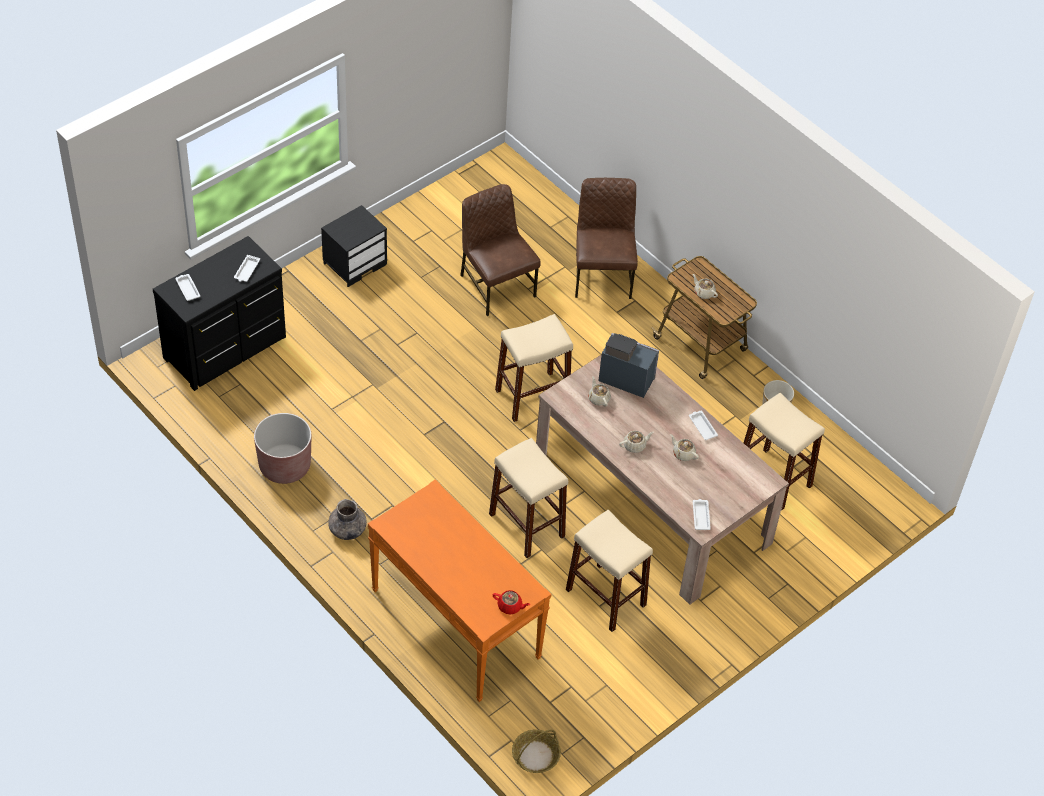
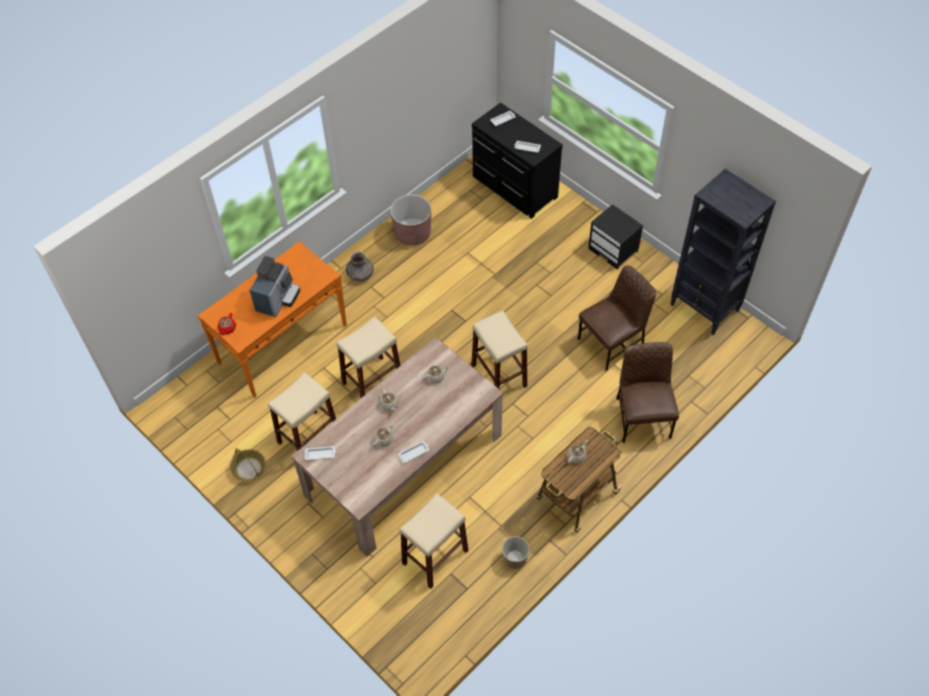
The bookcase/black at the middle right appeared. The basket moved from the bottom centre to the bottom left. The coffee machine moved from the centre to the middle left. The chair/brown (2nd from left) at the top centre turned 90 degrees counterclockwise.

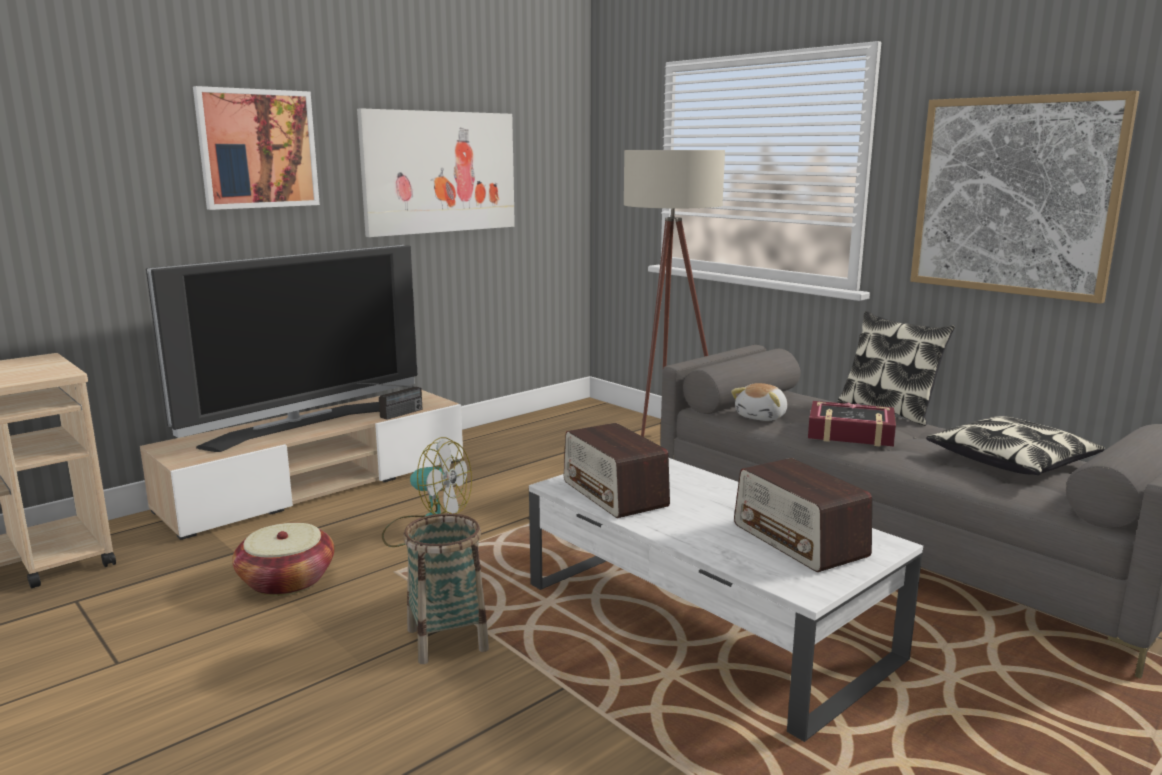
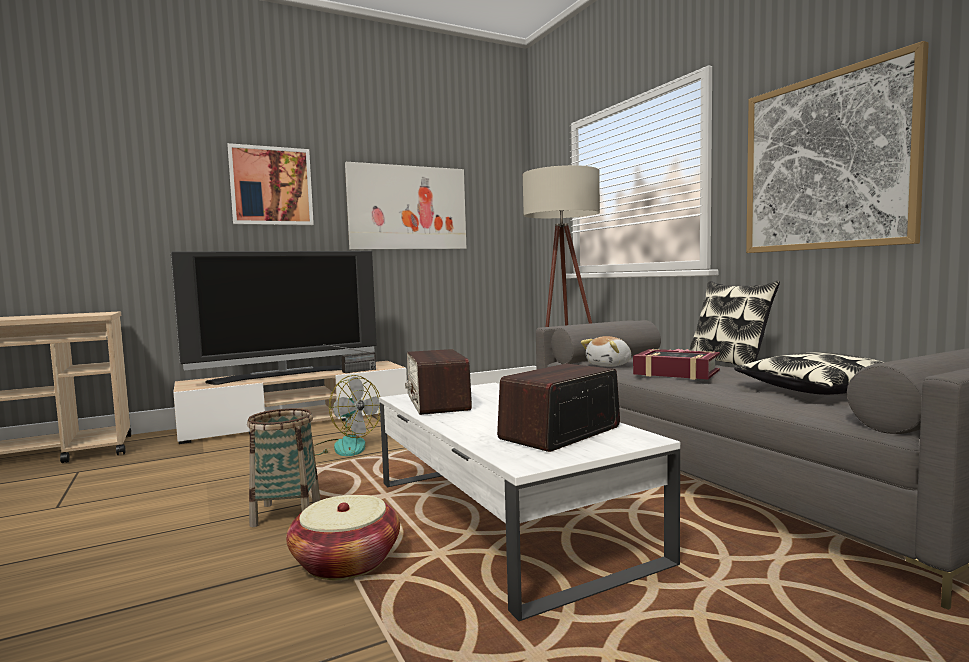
The basket (1st from left in the first image) moved from the bottom left to the bottom centre. The radio (3rd from left) at the middle right turned 60 degrees clockwise.

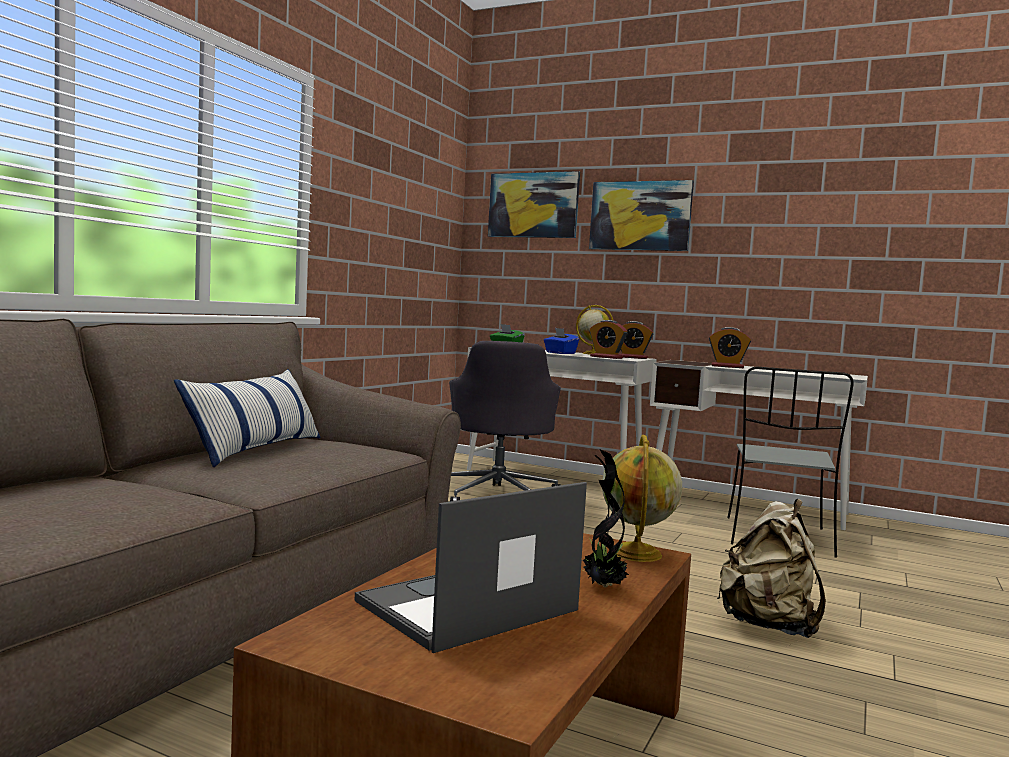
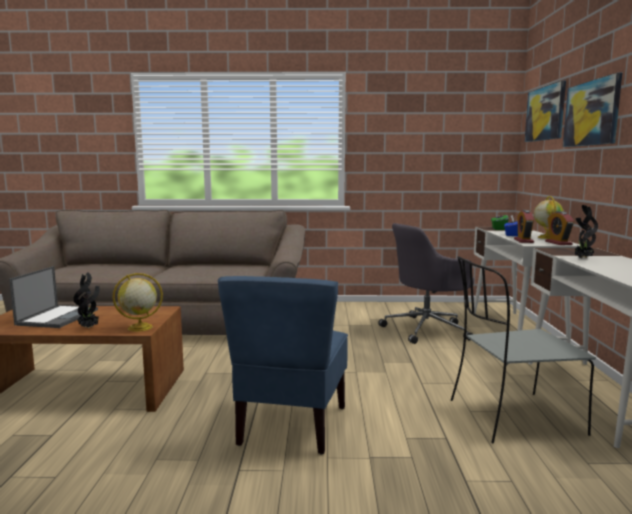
The pillow at the middle left disappeared. The alarm clock (3rd from left) at the middle right was replaced by the potted plant (2nd from left) at the middle right. The backpack/beige at the bottom right was replaced by the chair/blue at the bottom centre. The laptop at the bottom centre turned 75 degrees clockwise.

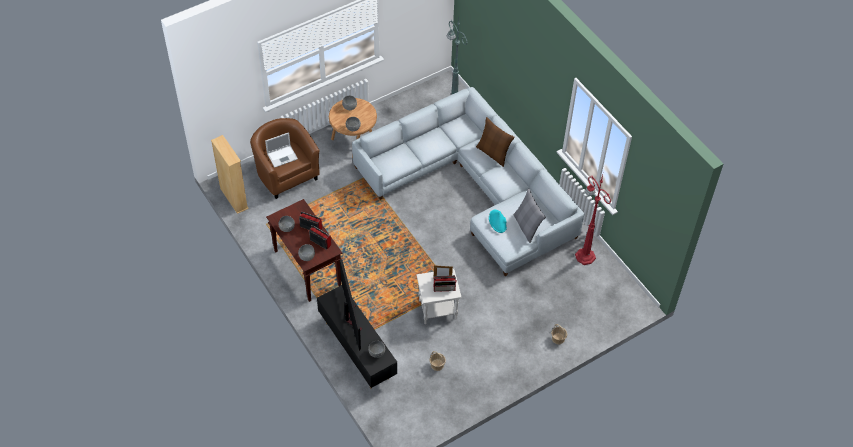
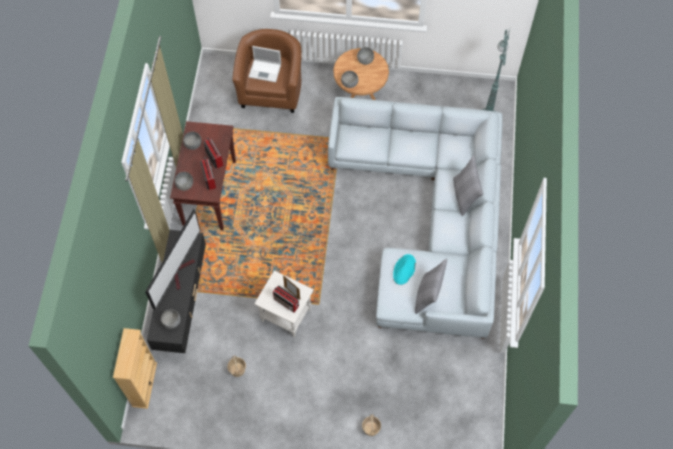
The floor lamp/red at the middle right disappeared. The bookcase/beige moved from the middle left to the bottom left. The pillow/brown at the top centre became the pillow/grey (2nd from left) at the middle right.

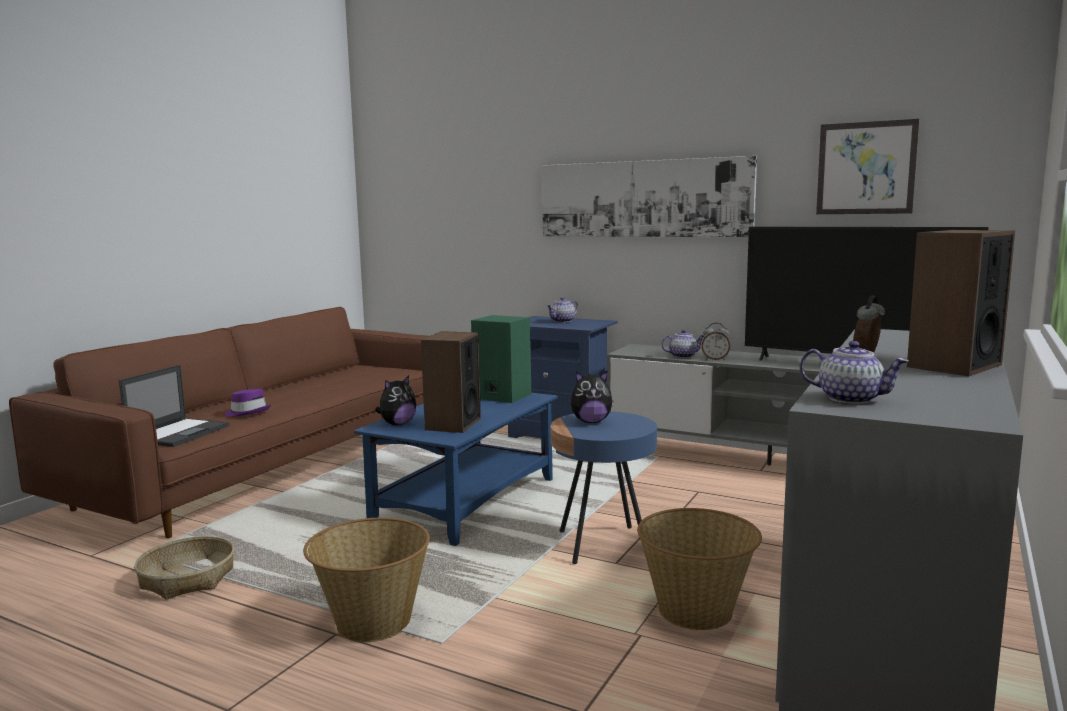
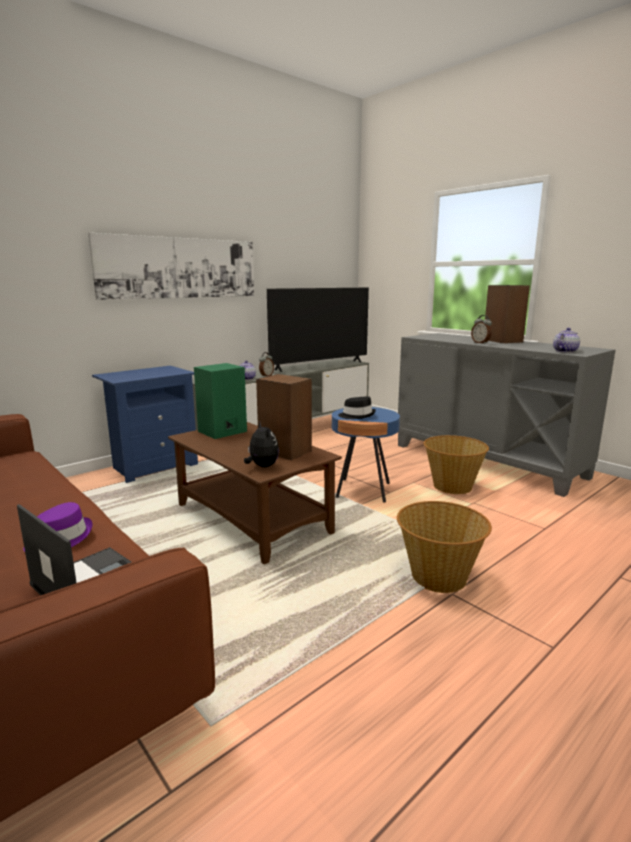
The basket (1st from left) at the bottom left disappeared. The teapot (1st from left) at the centre disappeared. The picture (2nd from left) at the top right disappeared. The plush toy (2nd from left) at the centre was replaced by the hat/black at the centre. The coffee table/blue at the centre became the coffee table/brown at the centre.

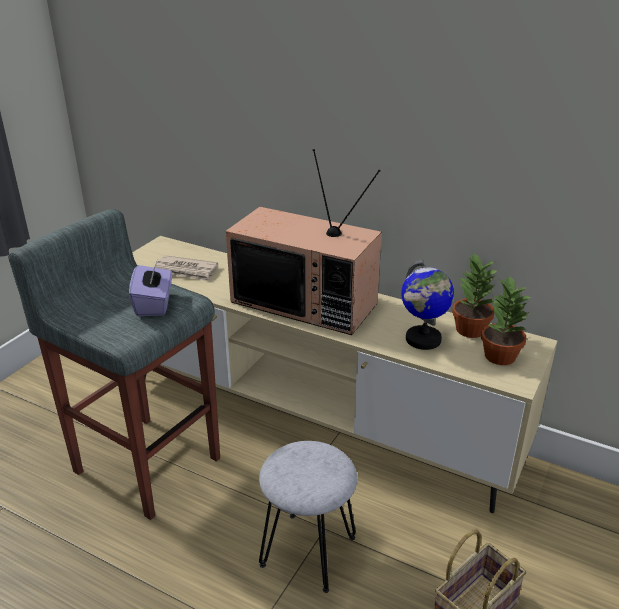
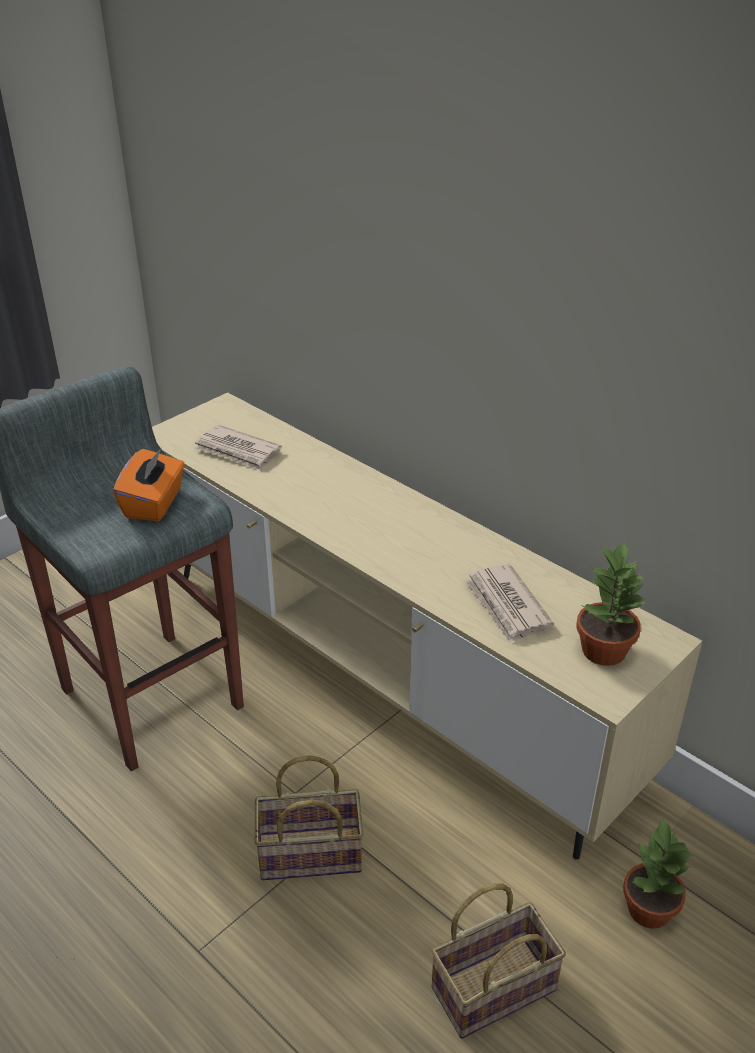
The television at the centre disappeared. The potted plant (1st from left in the first image) moved from the middle right to the bottom right. The stool/grey (2nd from left) at the bottom centre was replaced by the basket (1st from left) at the bottom centre. The globe at the middle right was replaced by the newspaper (2nd from left) at the middle right. The tissue box/purple at the middle left became the tissue box/orange at the middle left.

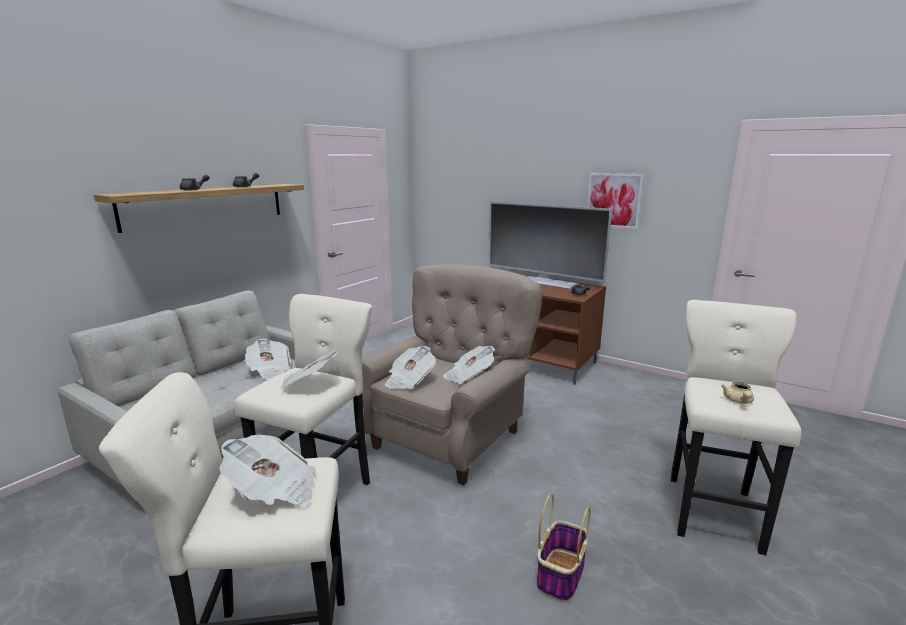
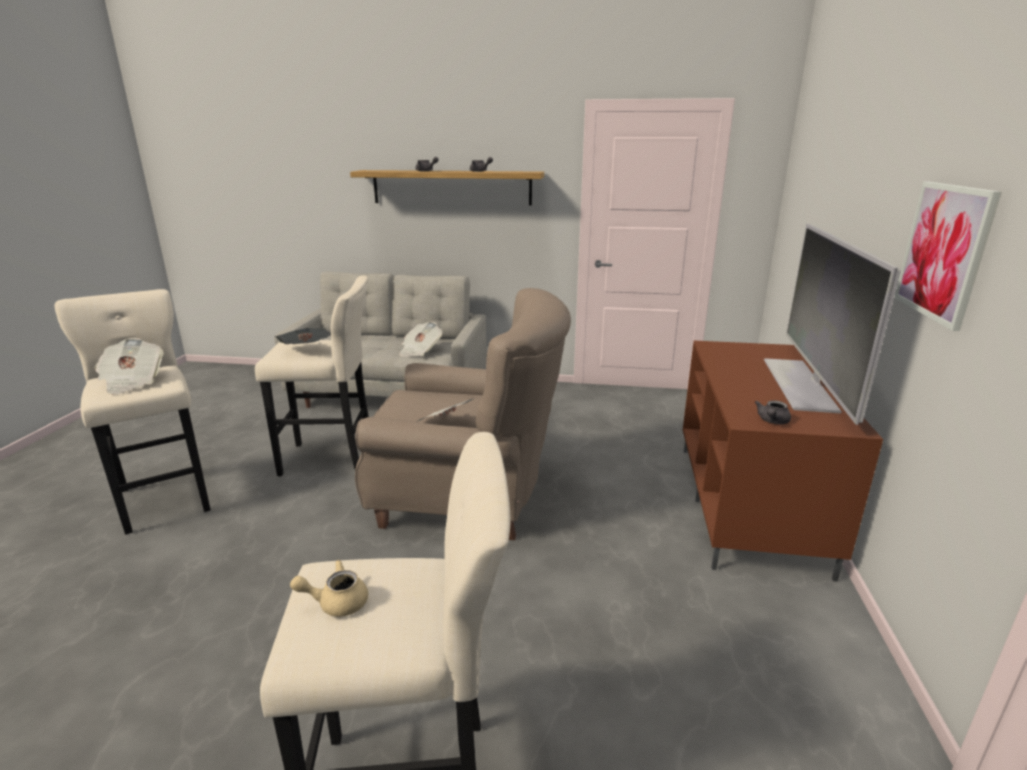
The newspaper (4th from left) at the centre disappeared. The basket at the bottom centre disappeared.

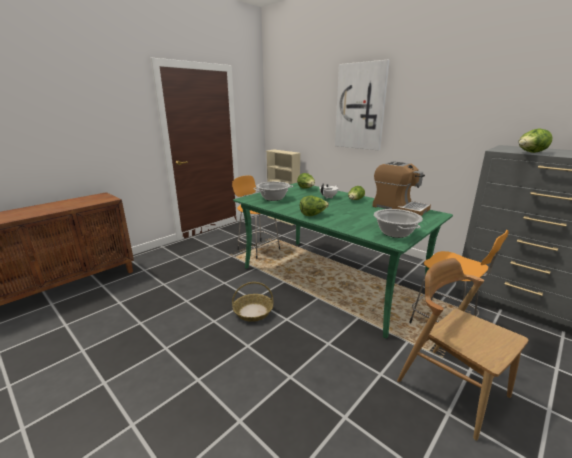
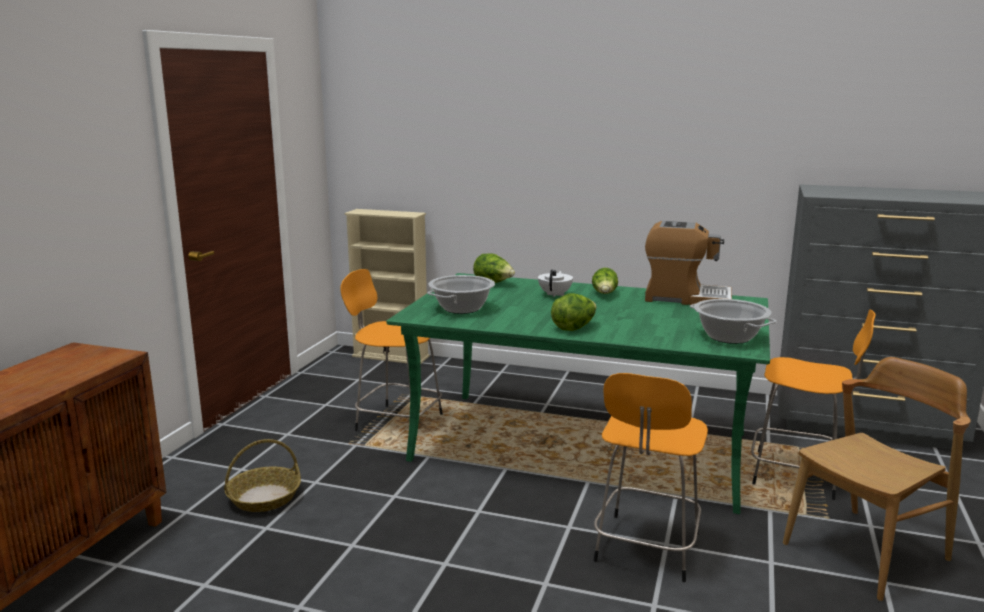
The picture at the top centre disappeared. The lettuce (4th from left) at the top right disappeared. The stool/orange (2nd from left) at the bottom centre appeared. The basket moved from the centre to the bottom left. The chair/brown at the bottom right turned 120 degrees clockwise.

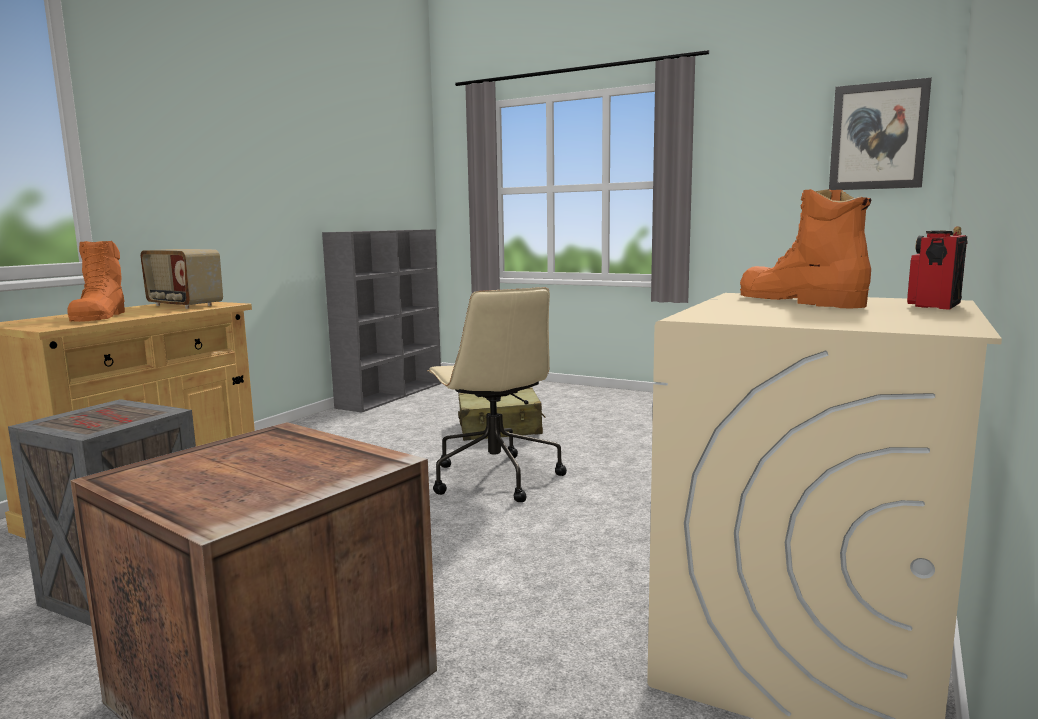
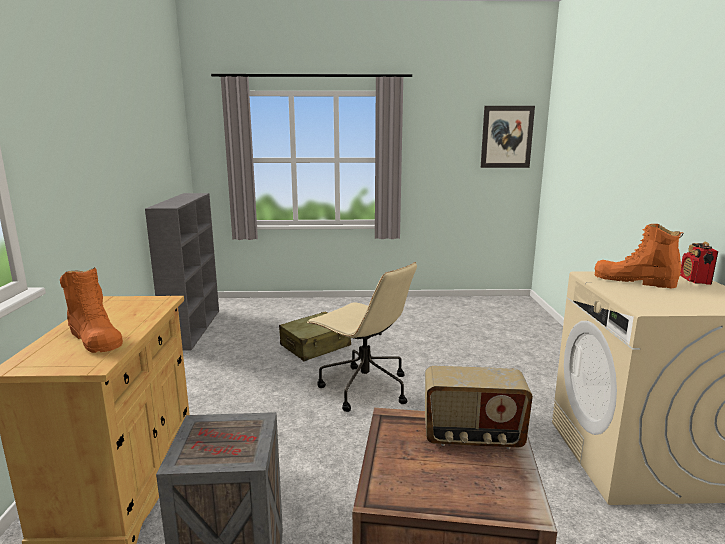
The radio (1st from left) moved from the middle left to the bottom centre.

